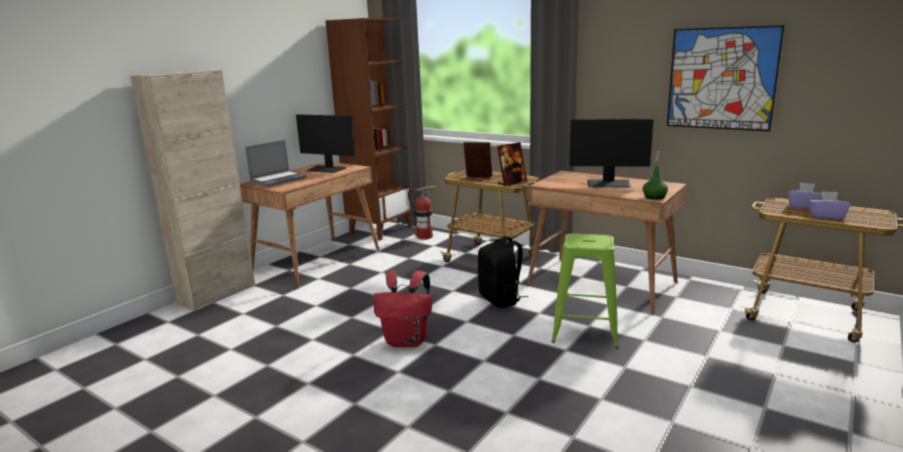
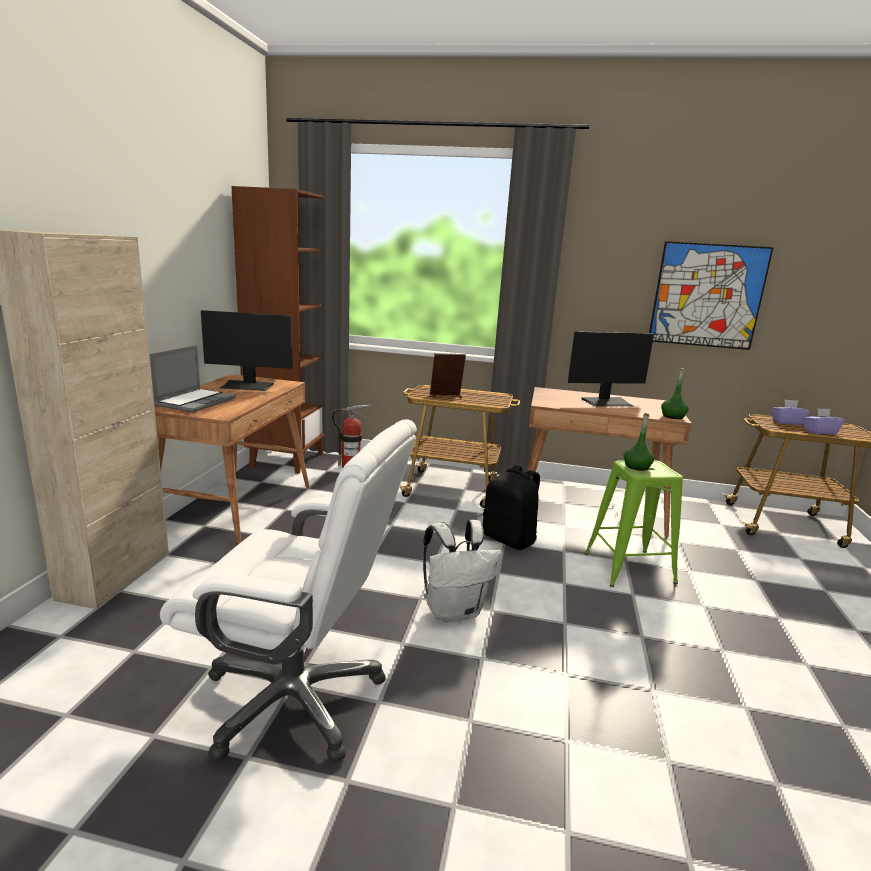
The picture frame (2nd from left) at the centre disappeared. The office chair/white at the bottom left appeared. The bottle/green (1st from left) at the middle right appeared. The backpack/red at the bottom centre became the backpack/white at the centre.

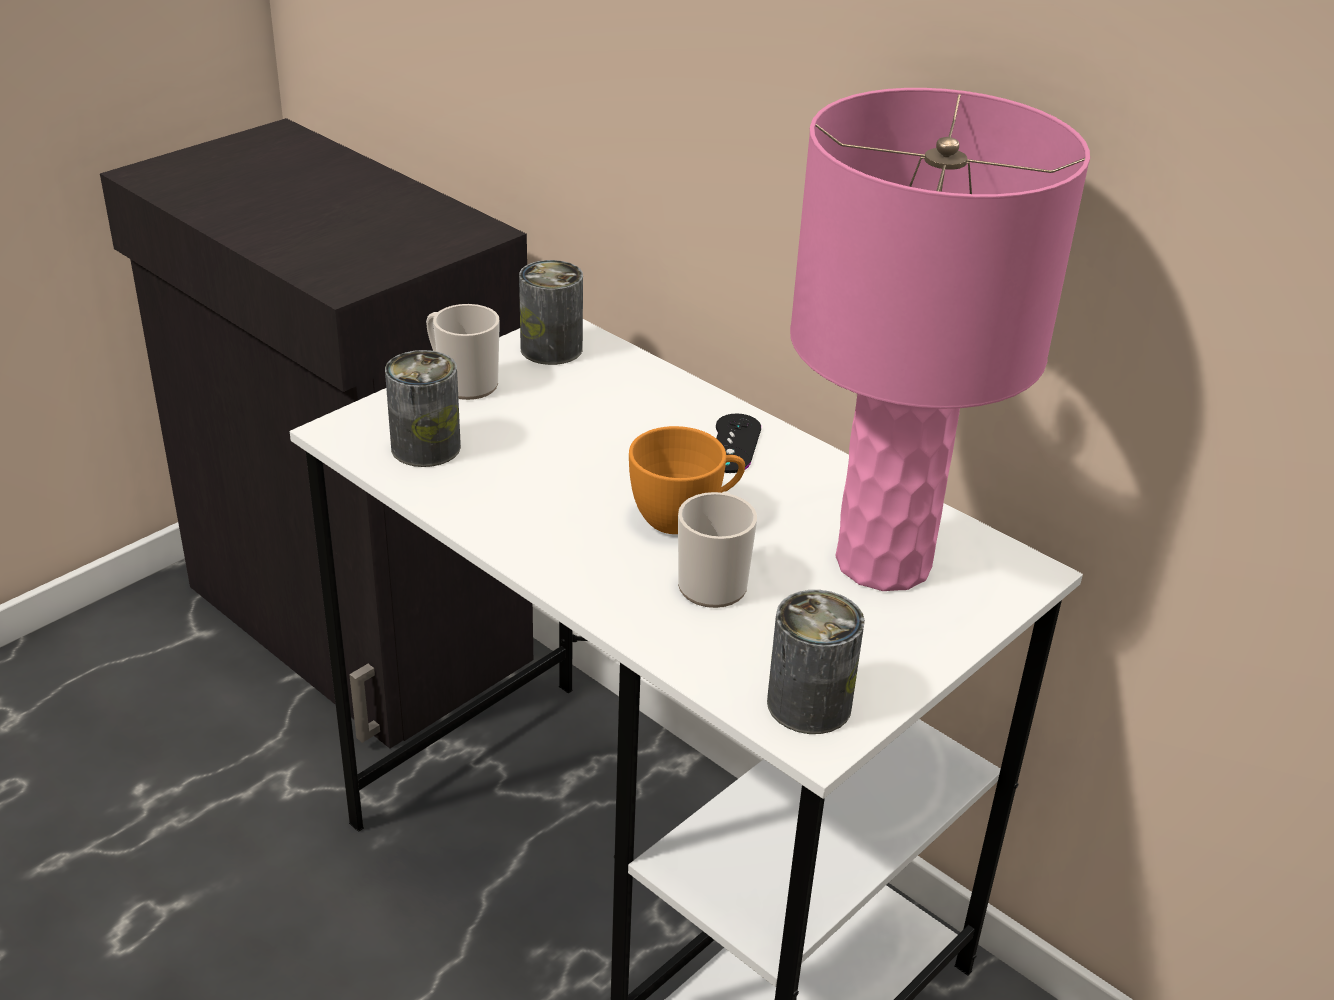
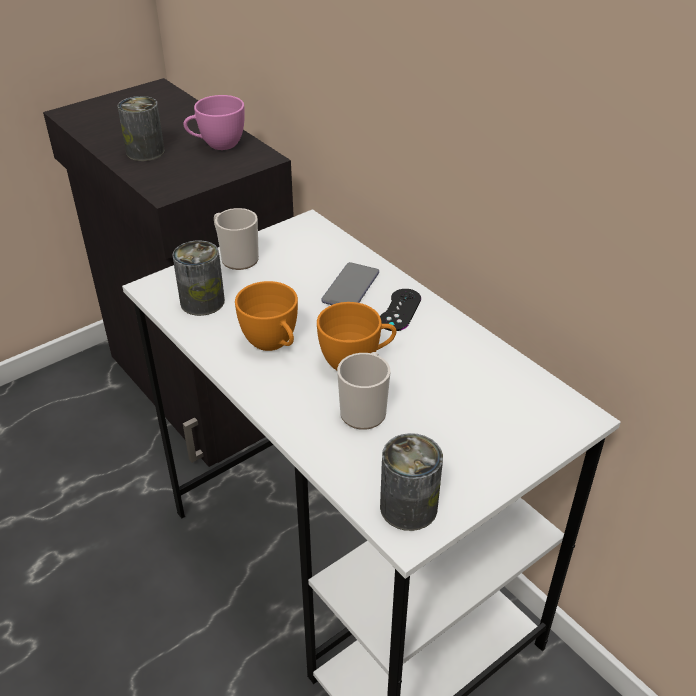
The table lamp/pink at the middle right disappeared. The cup/pink at the top left appeared. The cup/orange (1st from left) at the centre appeared. The phone at the centre appeared. The can (2nd from left in the first image) moved from the top centre to the top left.

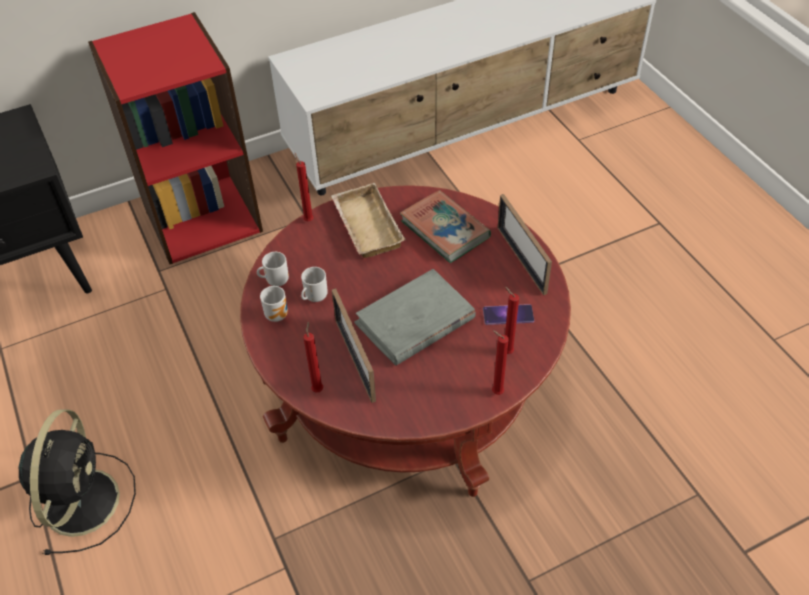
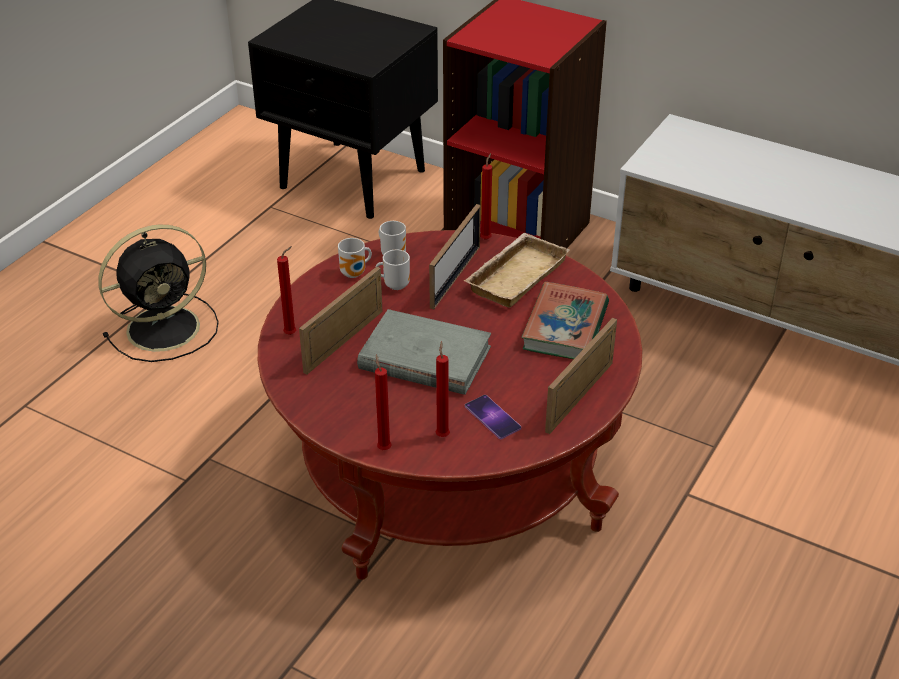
The picture frame (2nd from left) at the centre appeared.

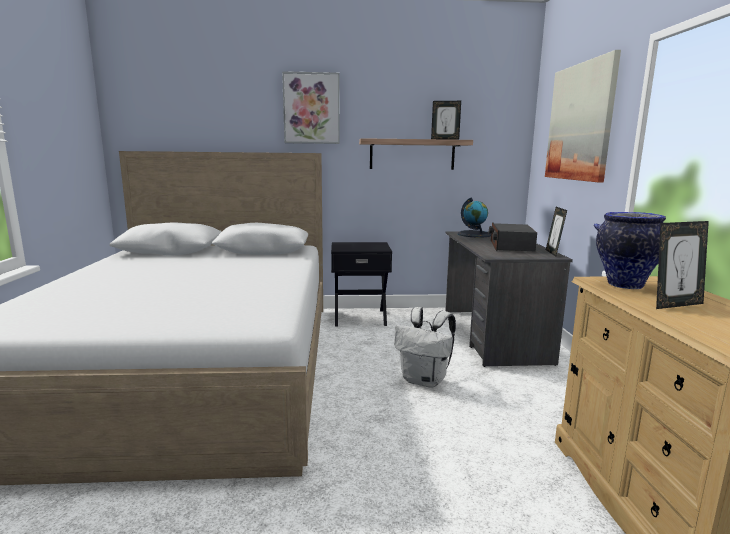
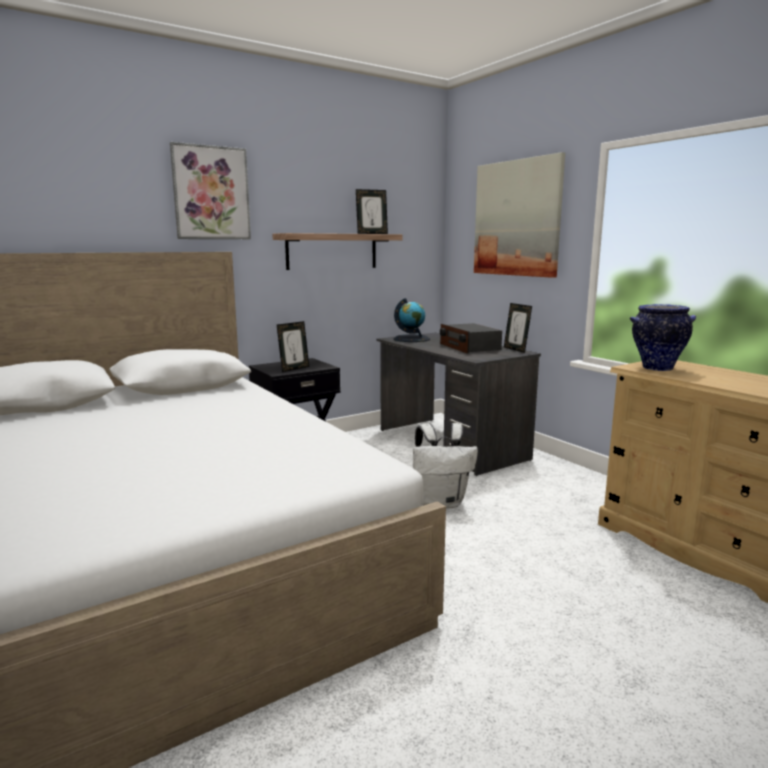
The picture frame (3rd from left in the first image) moved from the middle right to the centre.

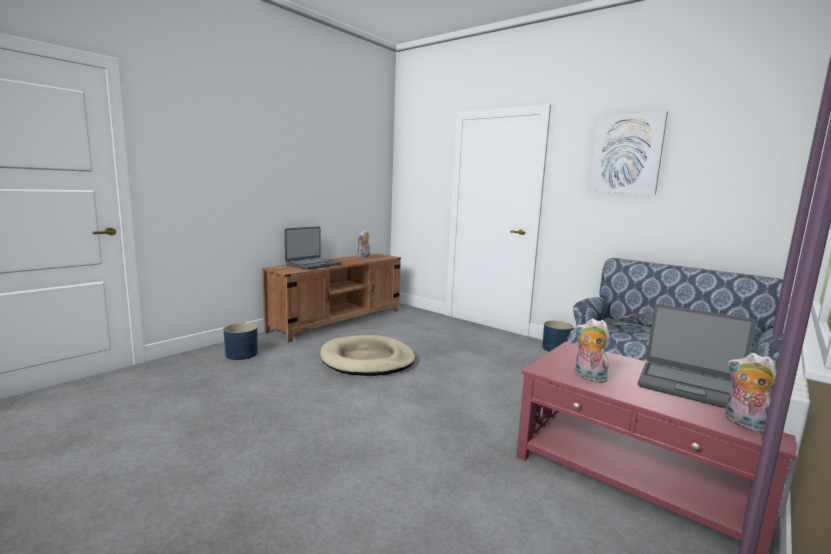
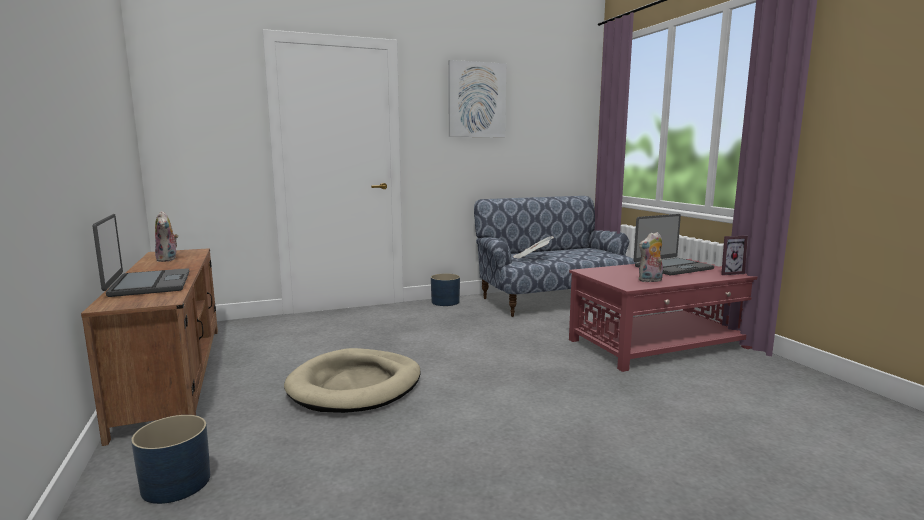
The plush toy (3rd from left) at the bottom right was replaced by the picture frame at the middle right.

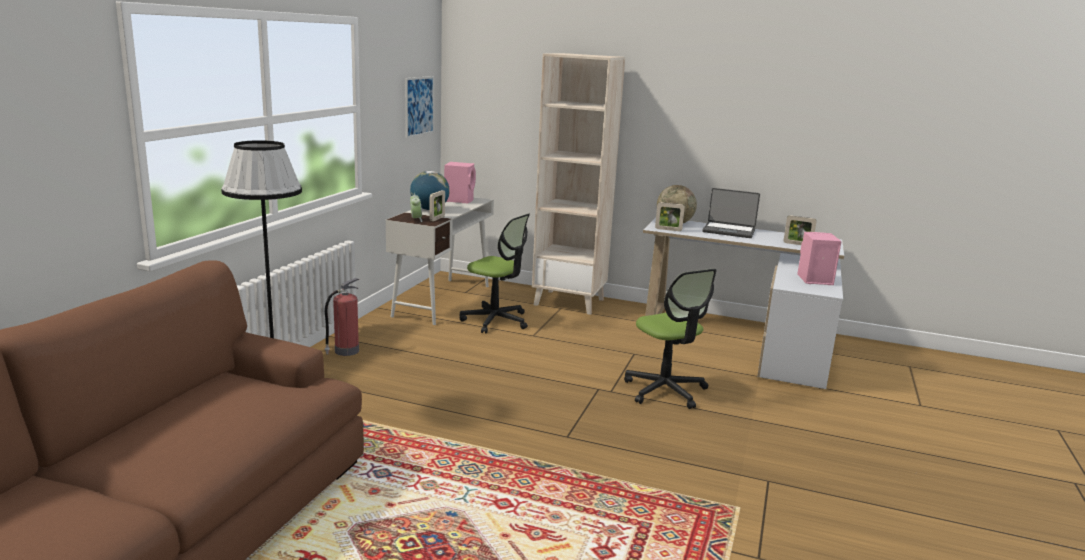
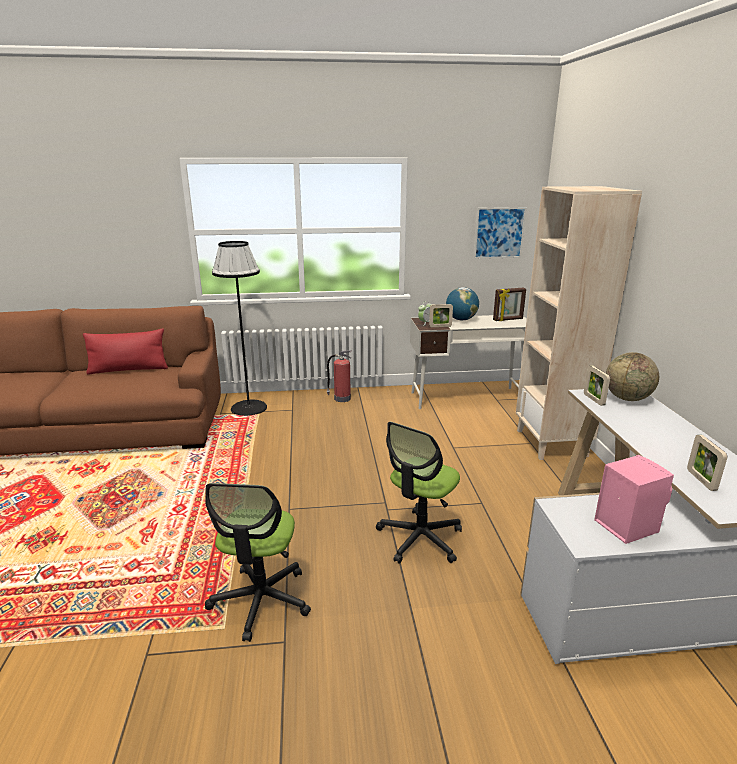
The laptop at the middle right disappeared. The pillow/red at the middle left appeared. The office chair (1st from left) moved from the centre to the bottom centre. The speaker/pink (1st from left) at the top centre was replaced by the picture frame (2nd from left) at the middle right.

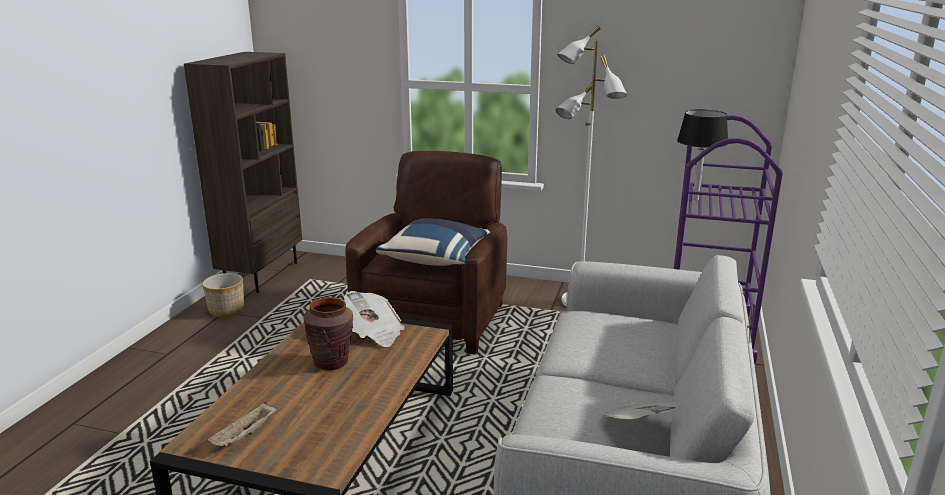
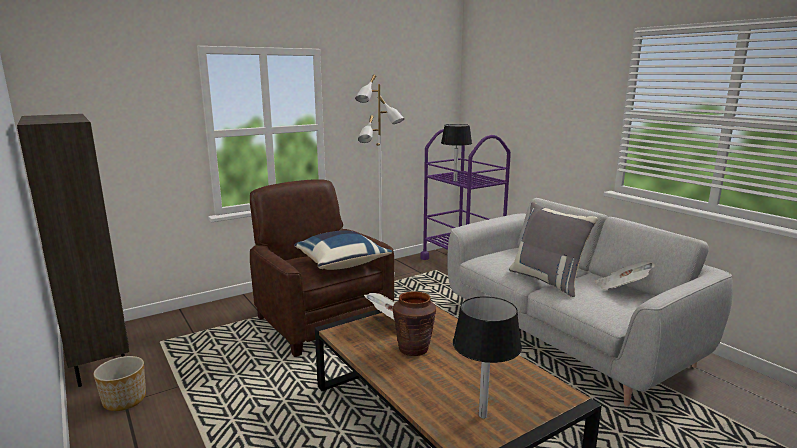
The pillow/grey at the middle right appeared. The tray/beige at the bottom left was replaced by the table lamp/black (2nd from left) at the bottom centre.

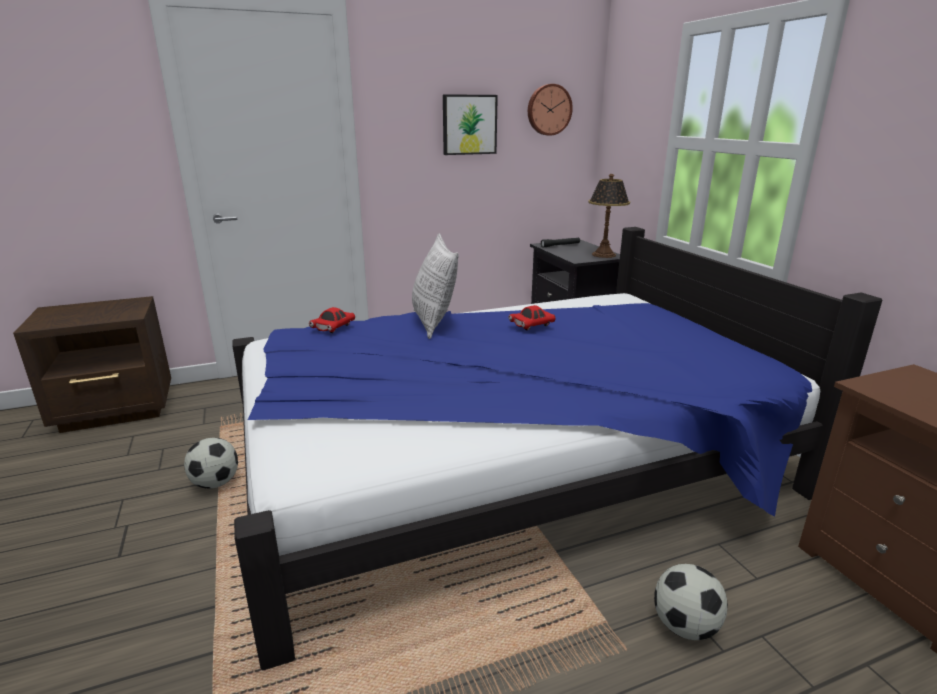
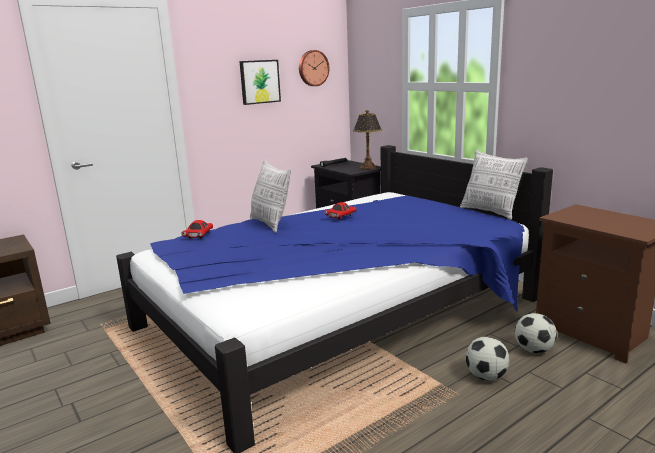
The pillow (2nd from left) at the middle right appeared. The football (1st from left in the first image) moved from the bottom left to the bottom right.

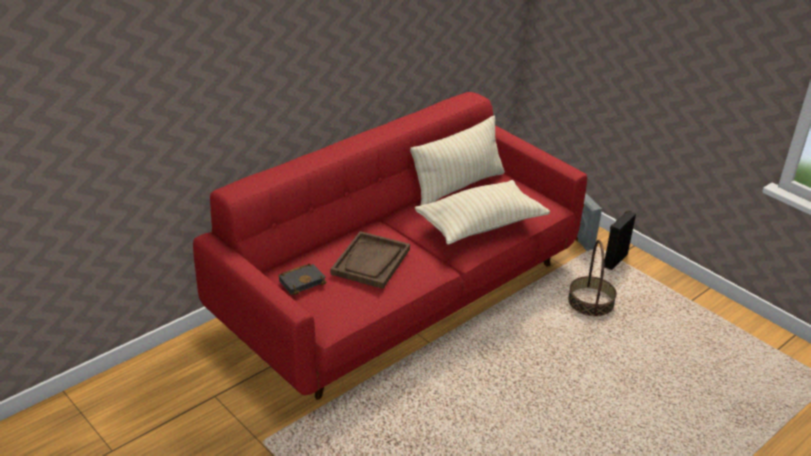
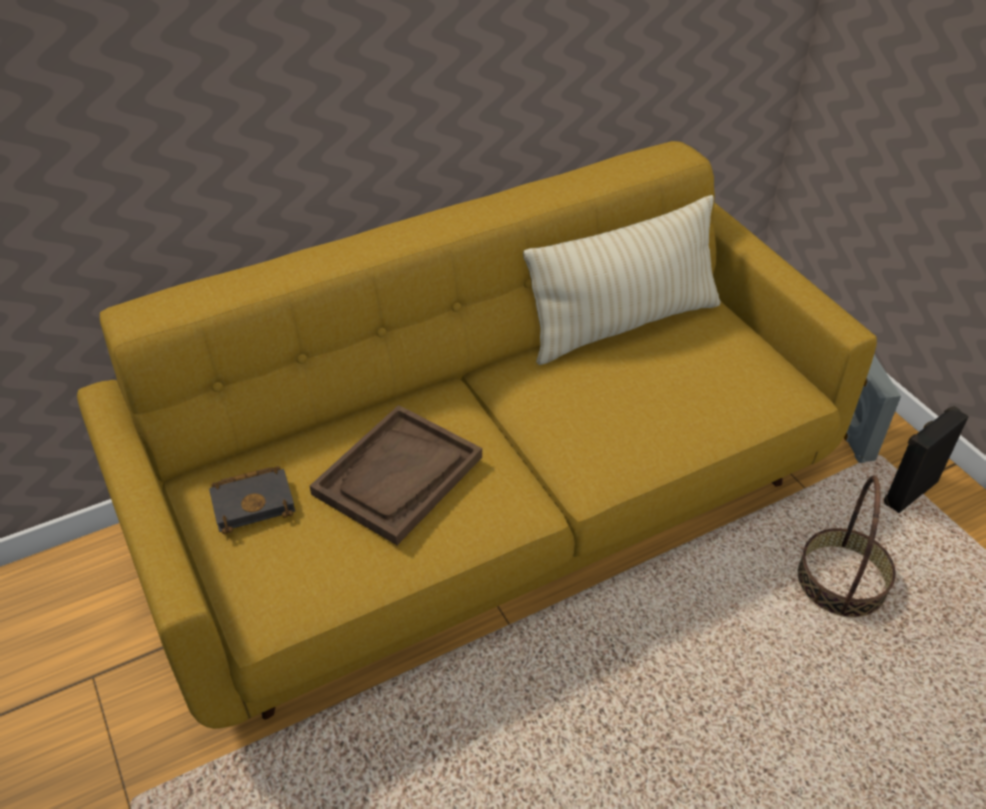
The pillow/beige (2nd from left) at the centre disappeared. The sofa/red at the centre became the sofa/yellow at the centre.

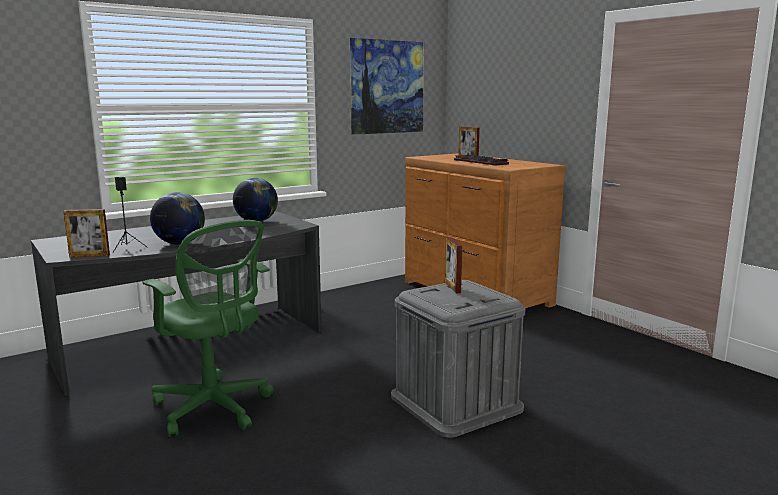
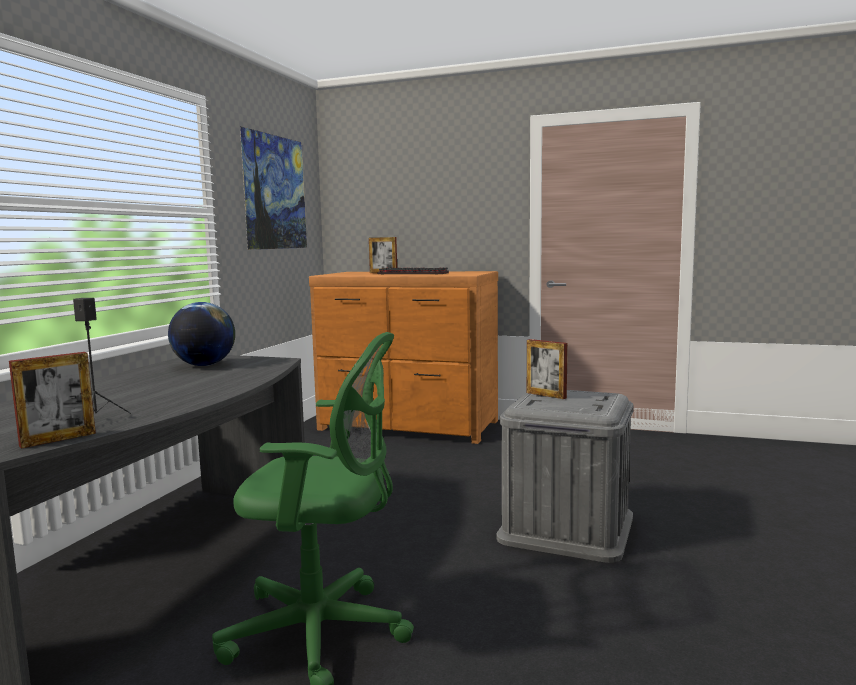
The globe (1st from left) at the middle left disappeared.

